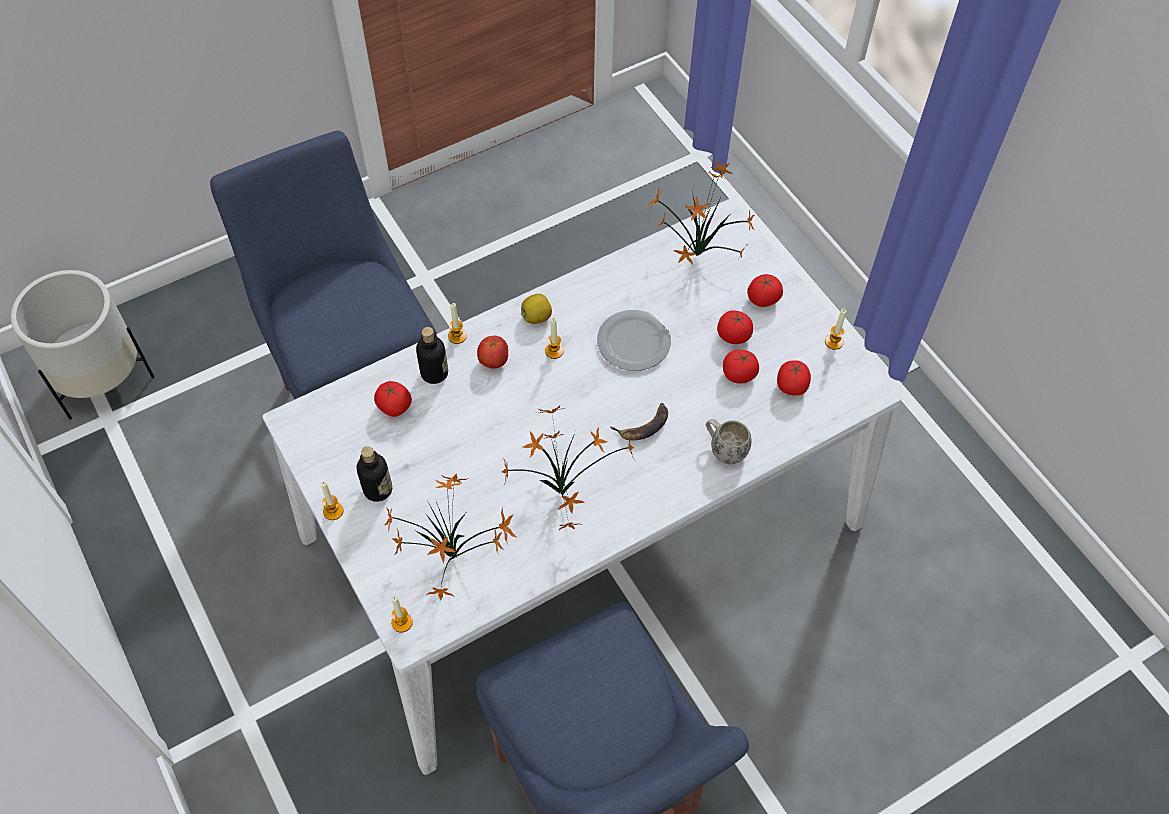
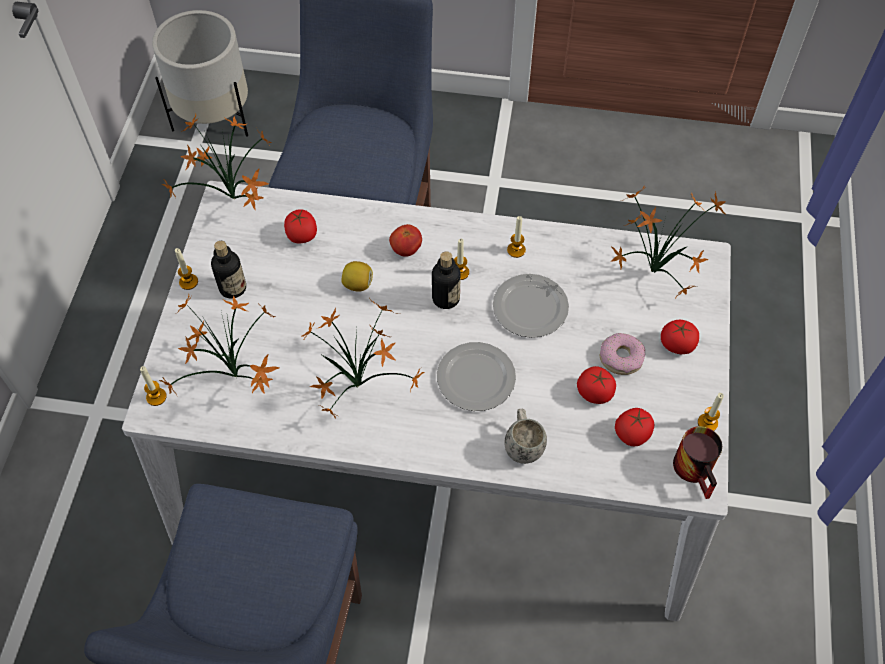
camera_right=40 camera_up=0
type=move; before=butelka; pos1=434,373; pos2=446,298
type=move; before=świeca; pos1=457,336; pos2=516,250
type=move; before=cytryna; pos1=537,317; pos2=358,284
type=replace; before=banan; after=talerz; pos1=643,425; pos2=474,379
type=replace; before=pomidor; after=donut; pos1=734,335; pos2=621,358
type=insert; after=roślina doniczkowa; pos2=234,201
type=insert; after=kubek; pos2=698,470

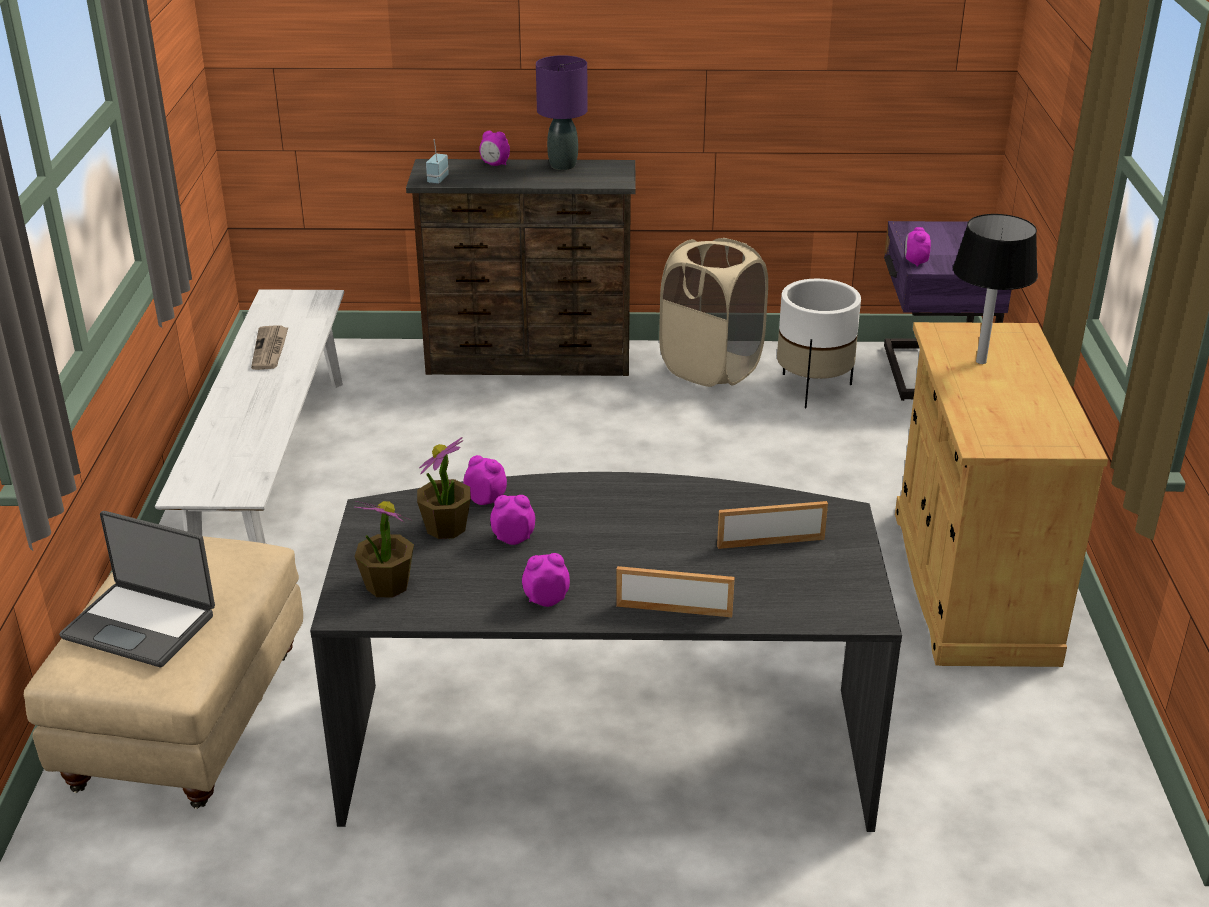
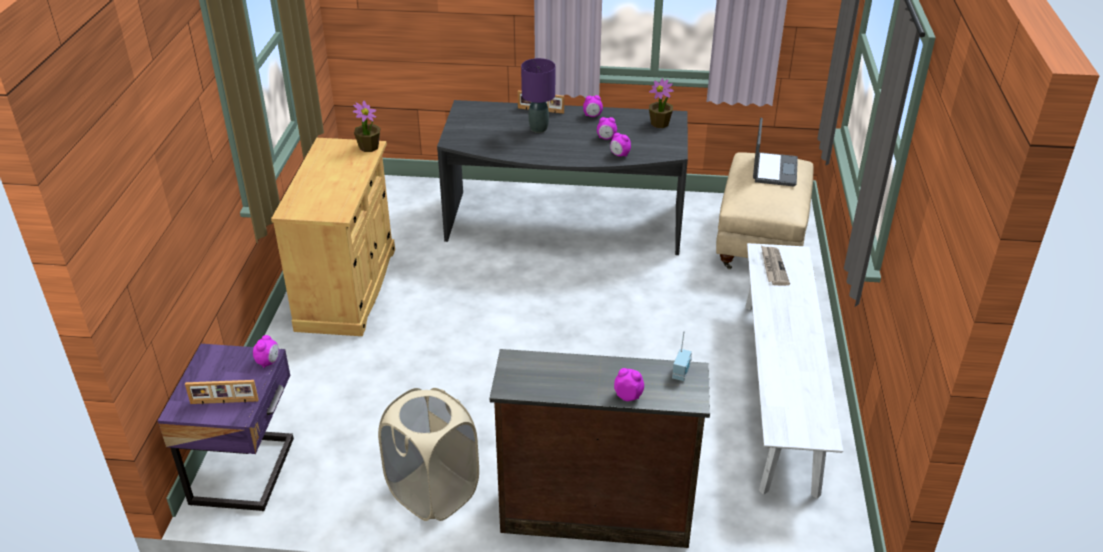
camera_right=-175 camera_up=5
type=rotate; before=laptop; pos1=141,625; pos2=773,170; turn=75
type=move; before=gazeta; pos1=270,350; pos2=773,267
type=move; before=roślina doniczkowa; pos1=446,528; pos2=369,147
type=move; before=lampa stołowa [fioletowy]; pos1=563,166; pos2=538,128
type=move; before=ramka na zdjęcie; pos1=770,541; pos2=224,402
type=delete; before=donica [biały]; pos1=813,389
type=delete; before=lampa stołowa [czarny]; pos1=981,361

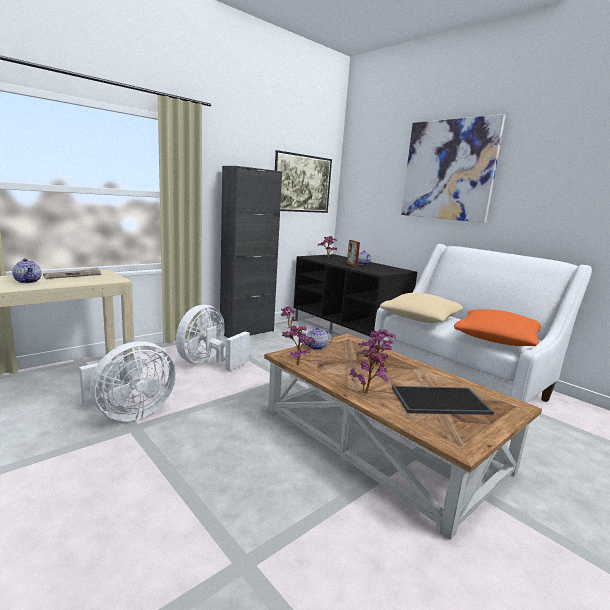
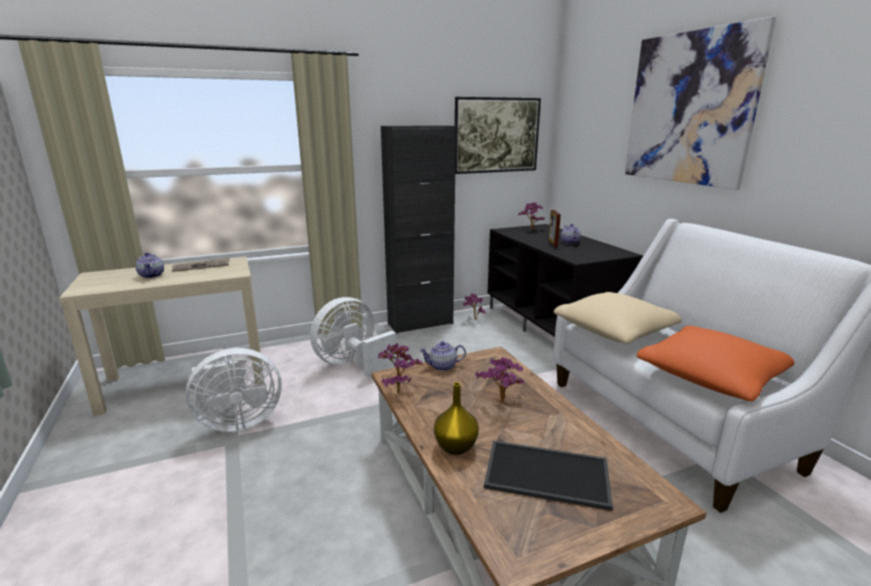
camera_right=20 camera_up=5
type=replace; before=roślina doniczkowa; after=wazon [żółty]; pos1=368,393; pos2=455,447

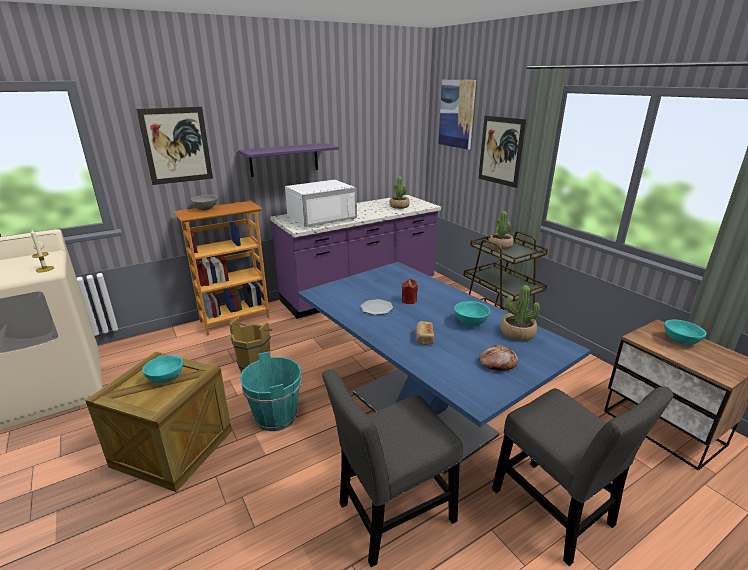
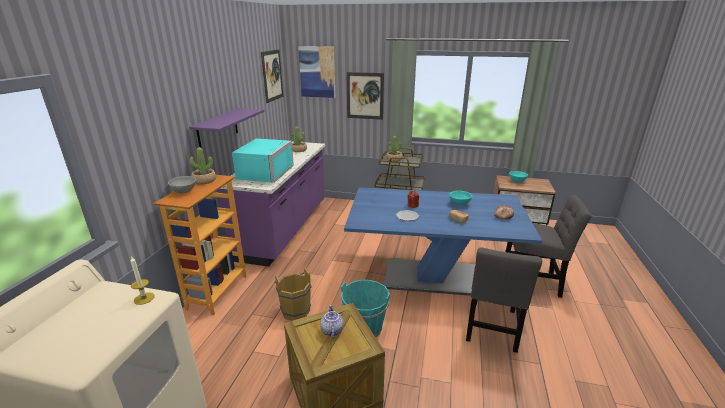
camera_right=-45 camera_up=0
type=move; before=obraz; pos1=176,145; pos2=272,75
type=replace; before=miska [turkusowy]; after=imbryk; pos1=165,378; pos2=331,330
type=recolor; before=mikrofalówka [biały]; after=mikrofalówka [turkusowy]; pos1=320,217; pos2=262,173
type=move; before=roślina doniczkowa; pos1=517,333; pos2=204,181

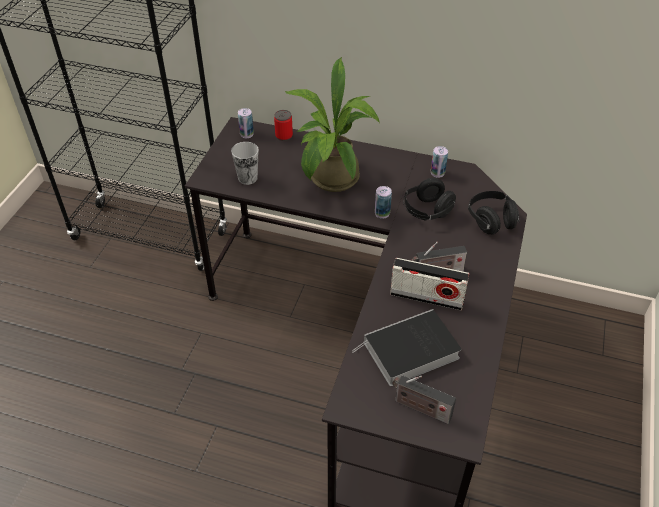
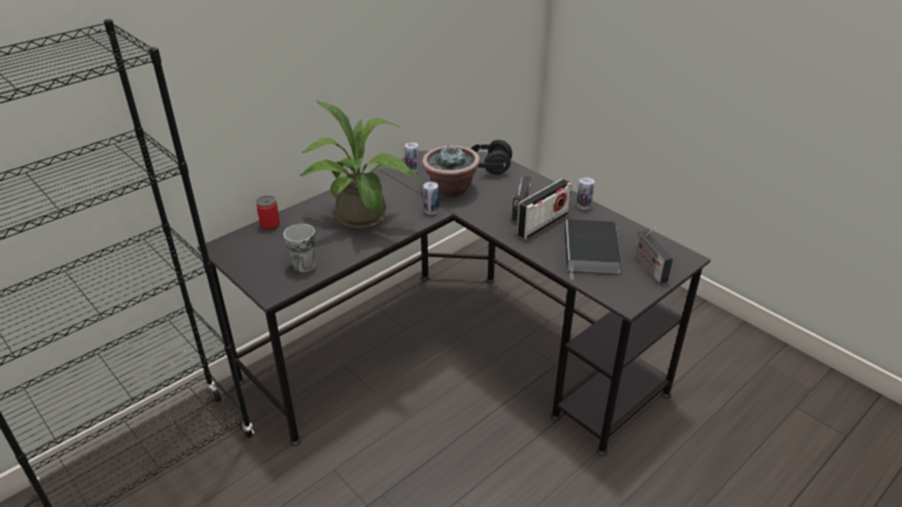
camera_right=-60 camera_up=-10
type=move; before=puszka; pos1=246,134; pos2=583,205
type=rotate; before=radio; pos1=420,408; pos2=648,267; turn=105
type=replace; before=słuchawki [czarny]; after=roślina doniczkowa; pos1=427,211; pos2=450,189

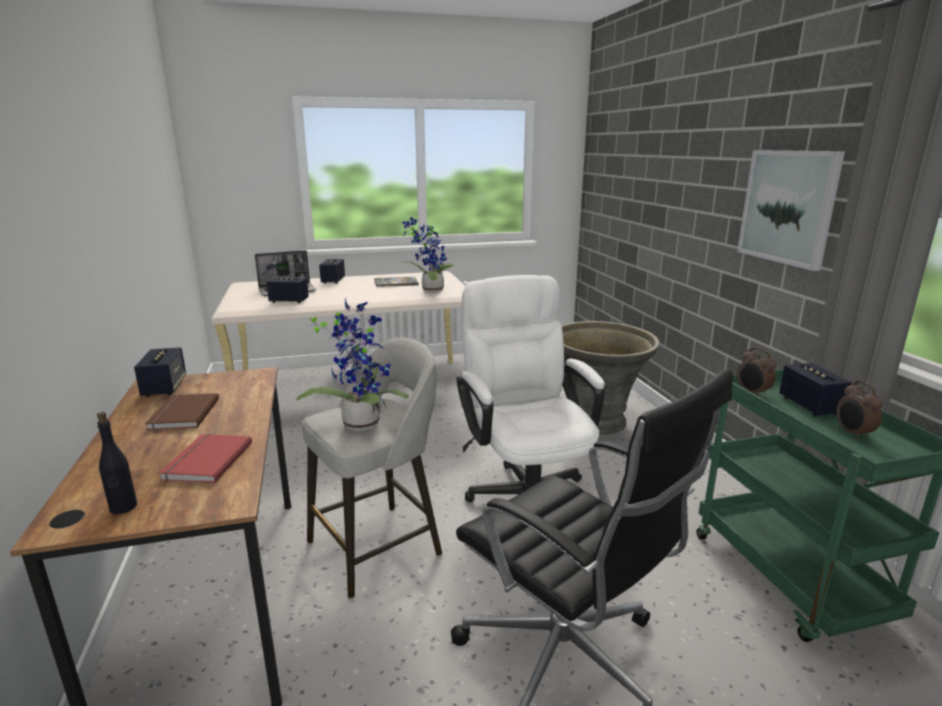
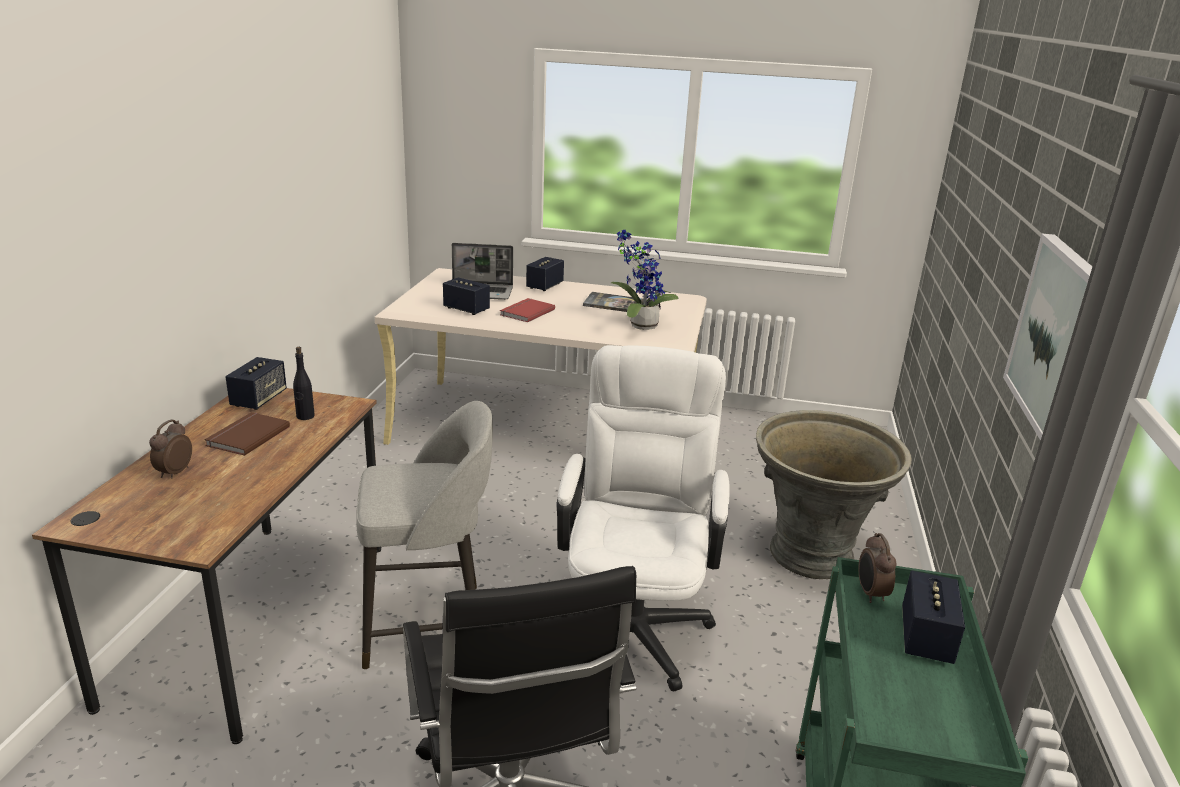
camera_right=25 camera_up=5
type=move; before=butelka [czarny]; pos1=123,507; pos2=305,416
type=move; before=książka [czerwony]; pos1=205,461; pos2=526,312
type=delete; before=roślina doniczkowa; pos1=361,422
type=move; before=budzik; pos1=852,434; pos2=174,473

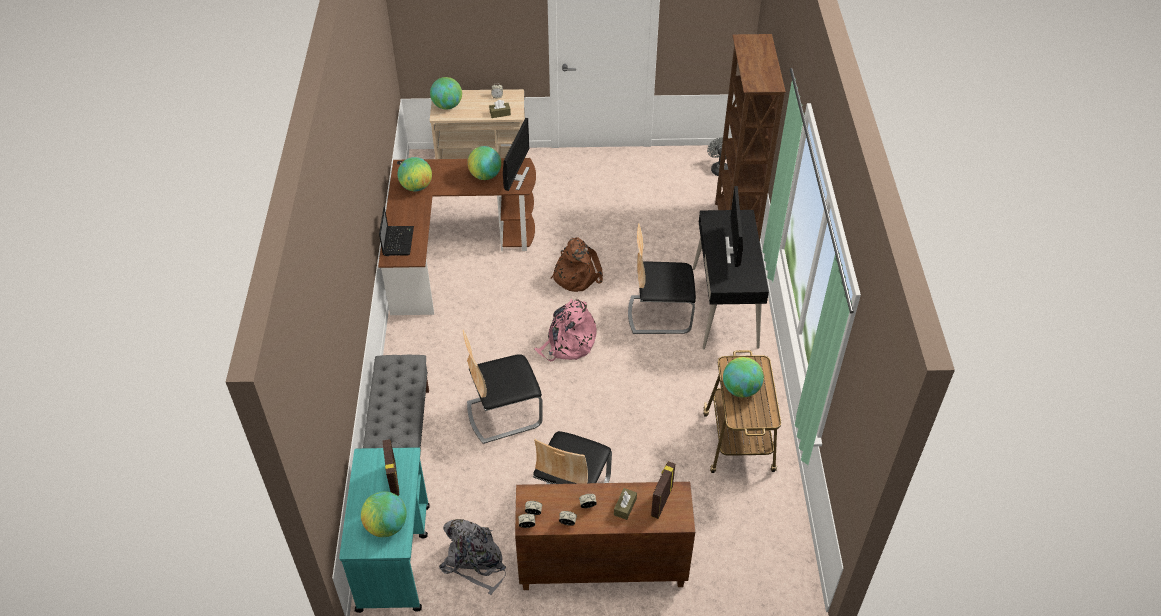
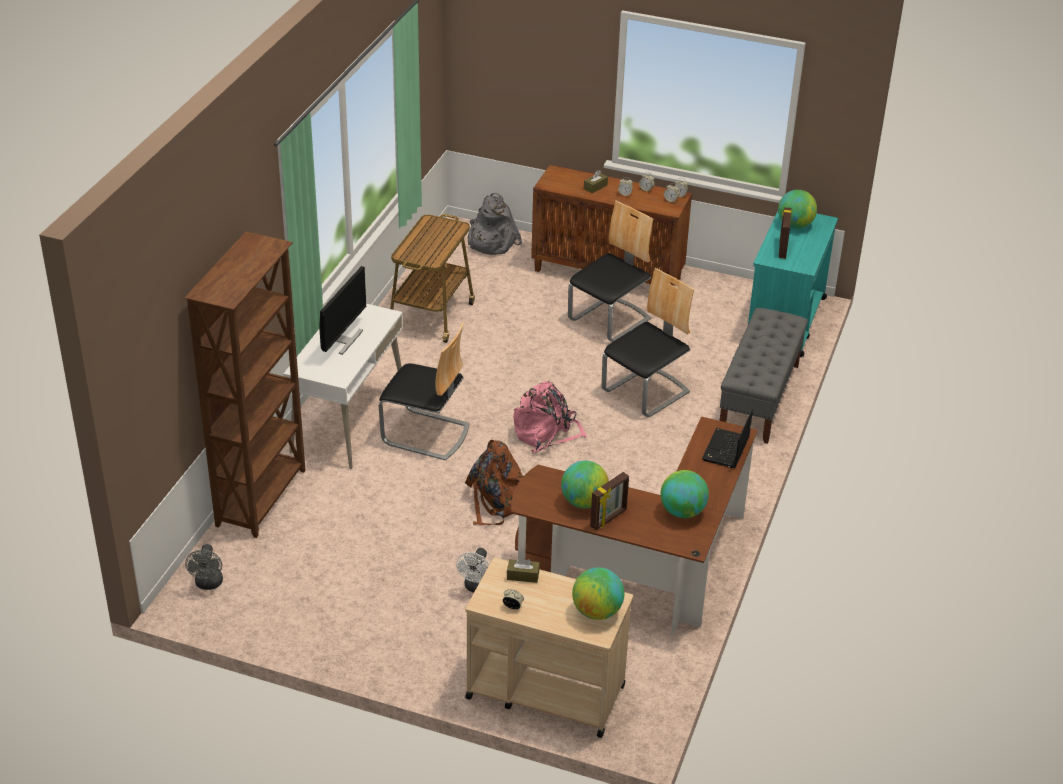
camera_right=-160 camera_up=-10
type=move; before=plecak [szary]; pos1=475,562; pos2=491,242
type=rotate; before=krzesło; pos1=503,413; pos2=646,392; turn=-45
type=delete; before=monitor; pos1=517,178
type=move; before=ramka na zdjęcie; pos1=661,501; pos2=609,519
type=recolor; before=biurko [czarny]; after=biurko [biały]; pos1=725,307; pos2=348,421
type=delete; before=globus; pos1=740,389
type=insert; after=wentylator [biały]; pos2=476,587

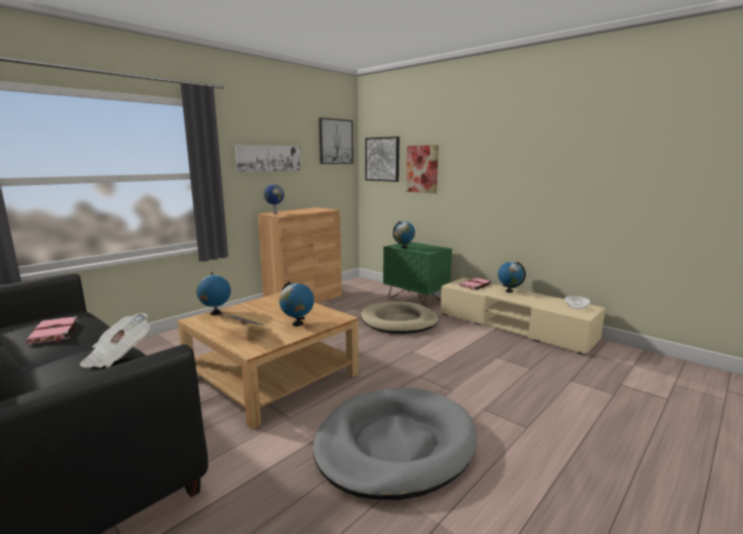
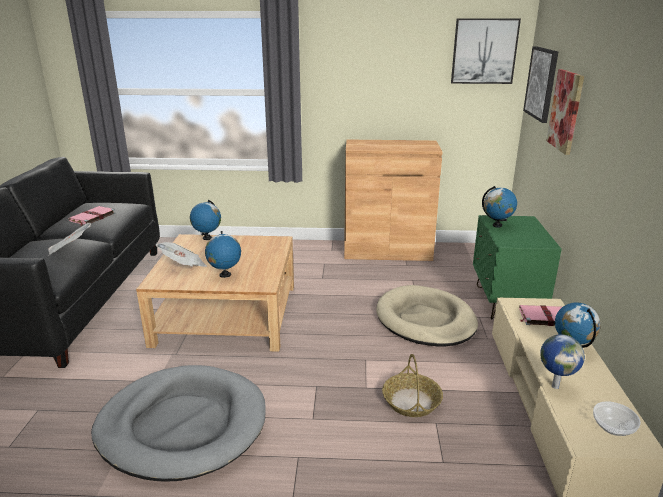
camera_right=50 camera_up=10
type=delete; before=obraz; pos1=269,158
type=move; before=globus; pos1=274,213; pos2=555,386
type=insert; after=koszyk; pos2=411,402

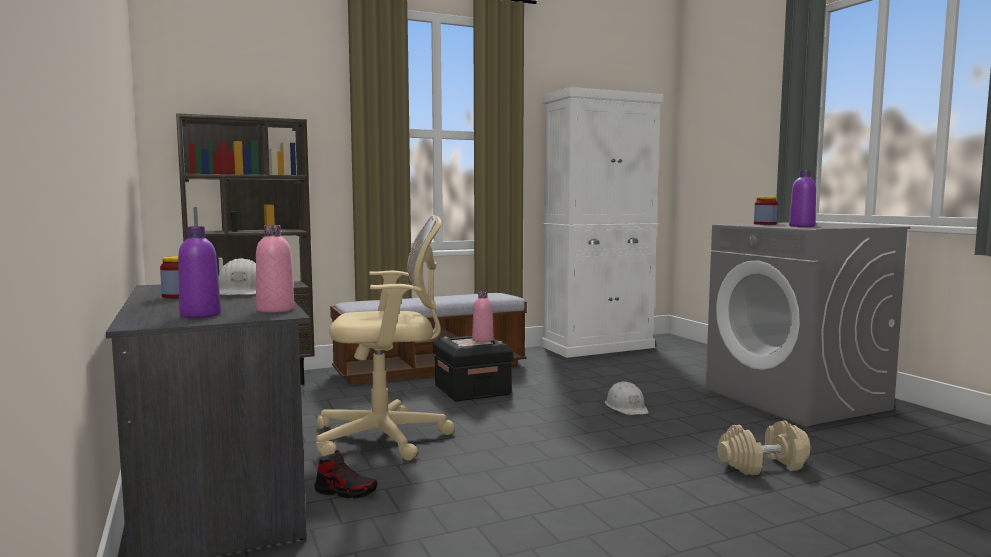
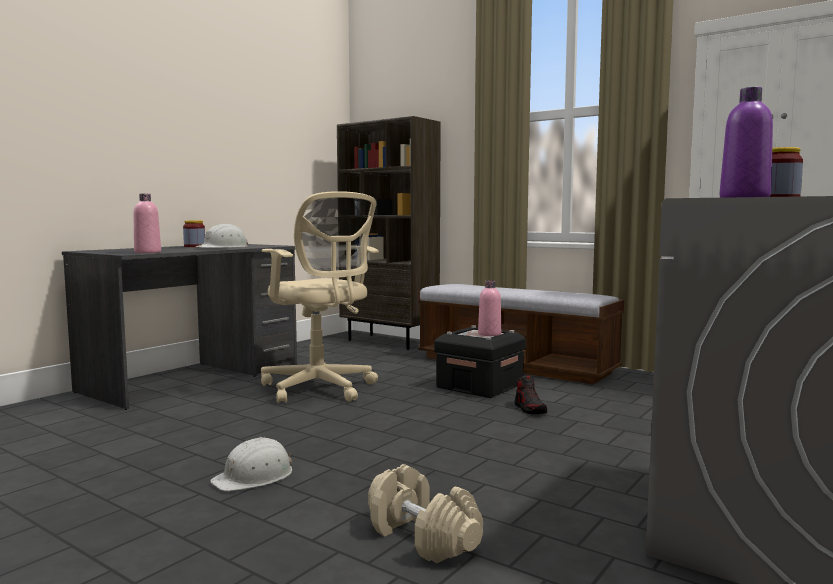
camera_right=60 camera_up=0
type=delete; before=butelka [fioletowy]; pos1=200,315
type=move; before=but; pos1=345,492; pos2=530,409
type=move; before=kask [biały]; pos1=626,407; pos2=255,477

